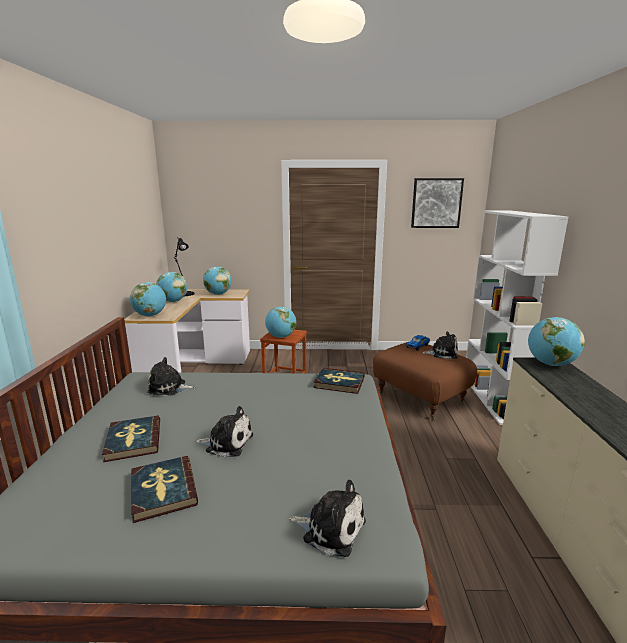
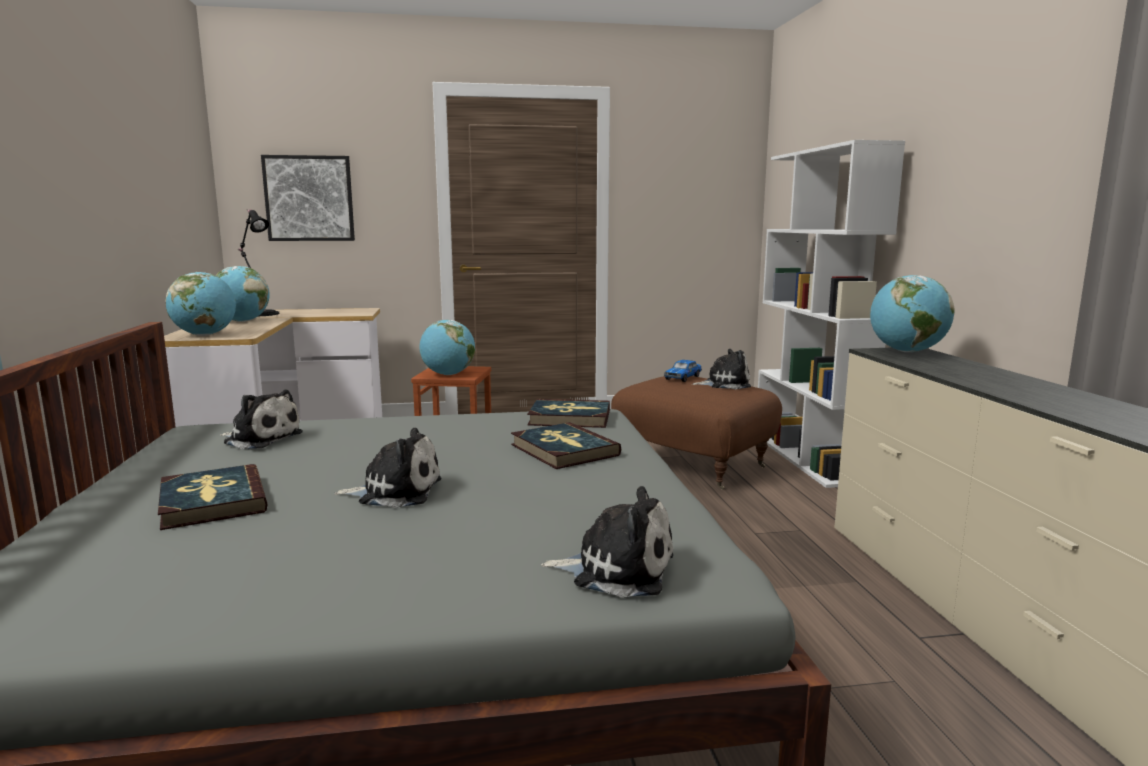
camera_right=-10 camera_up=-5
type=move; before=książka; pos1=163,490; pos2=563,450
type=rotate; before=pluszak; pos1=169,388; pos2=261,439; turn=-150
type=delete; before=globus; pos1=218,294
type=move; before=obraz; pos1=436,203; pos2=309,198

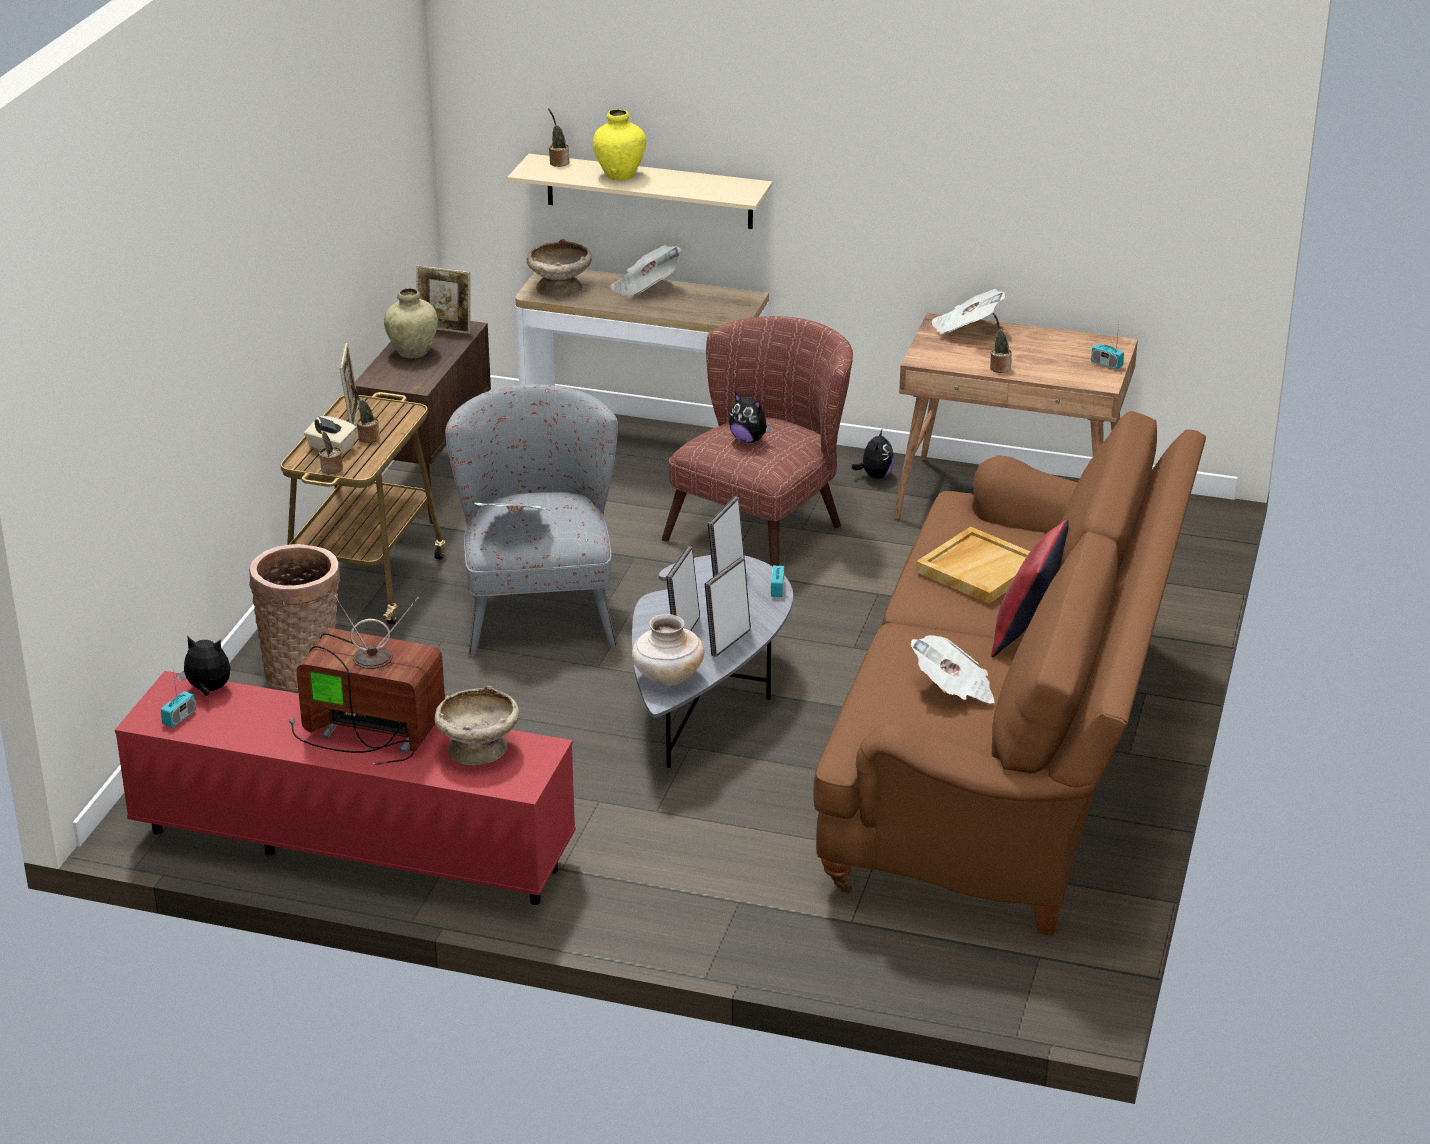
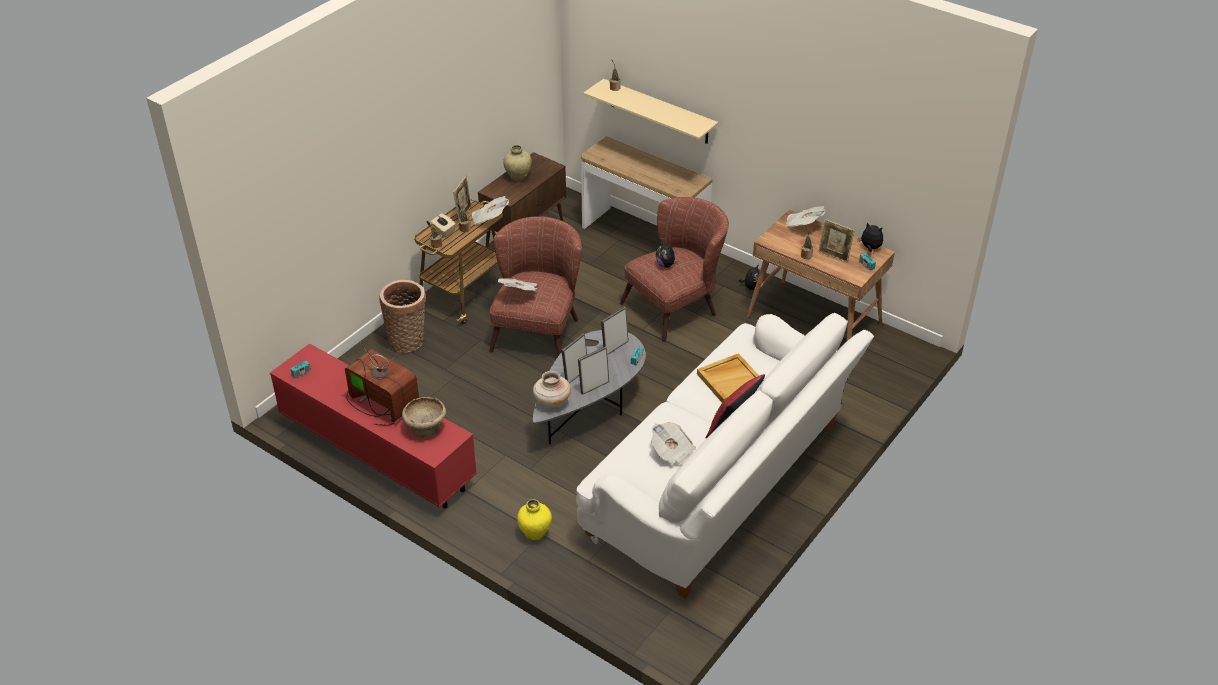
camera_right=20 camera_up=10
type=move; before=pluszak; pos1=208,690; pos2=870,248
type=move; before=ramka na zdjęcie; pos1=445,329; pos2=834,256
type=recolor; before=fotel [szary]; after=fotel [brązowy]; pos1=539,605; pos2=538,329
type=delete; before=miska [beżowy]; pos1=560,289
type=move; before=wazon [żółty]; pos1=620,175; pos2=535,533
type=move; before=gazeta; pos1=645,289; pos2=489,218
type=recolor; before=kanapa [brązowy]; after=kanapa [biały]; pos1=1008,761; pos2=721,485

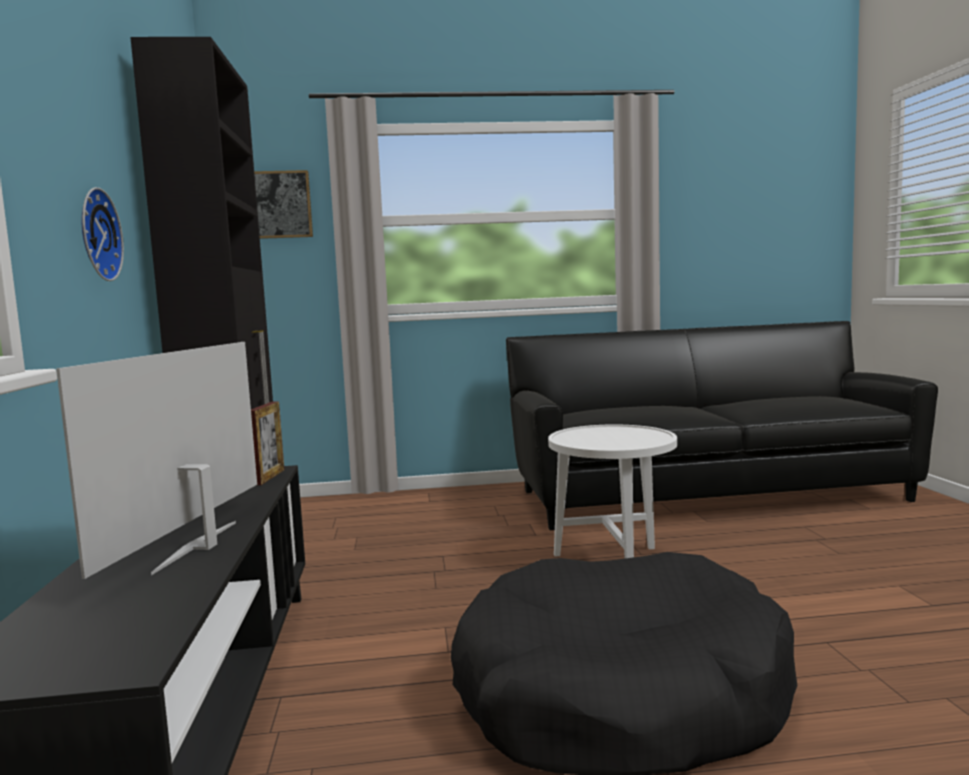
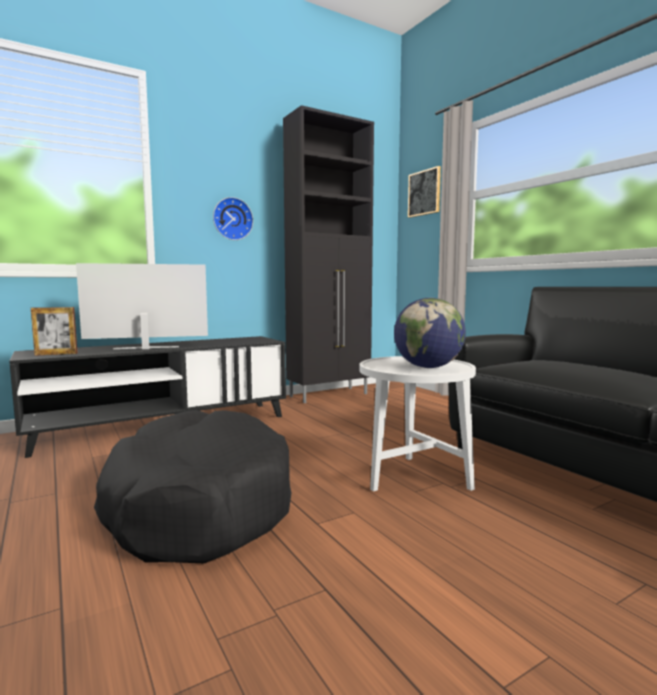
camera_right=65 camera_up=0
type=move; before=ramka na zdjęcie; pos1=269,477; pos2=56,354
type=insert; after=globus; pos2=428,367

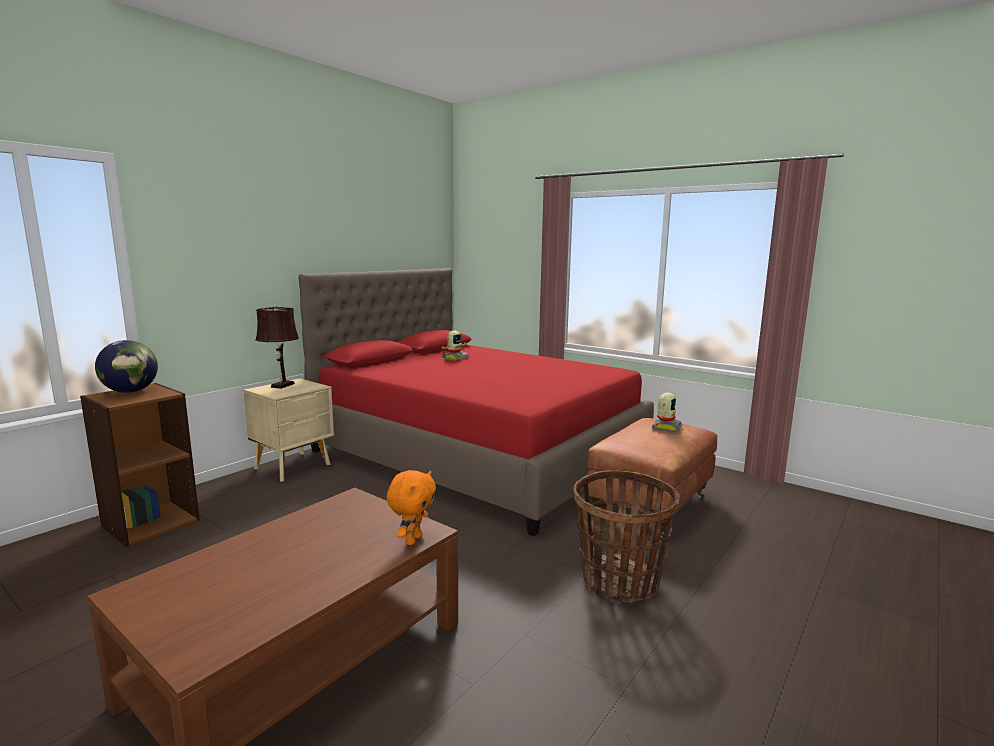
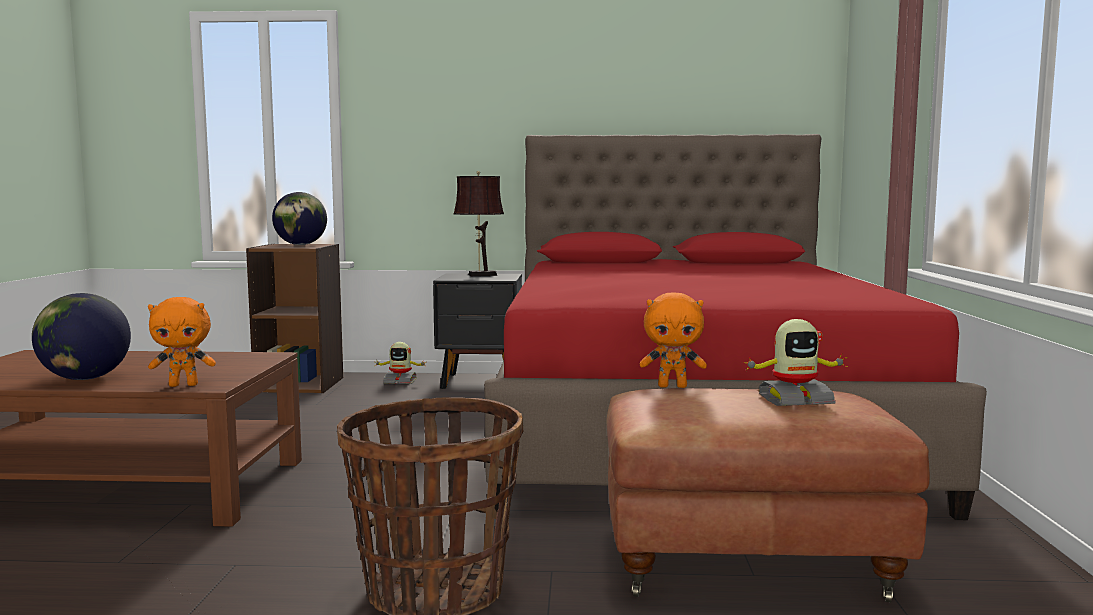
camera_right=55 camera_up=-5
type=recolor; before=szafka nocna [beżowy]; after=szafka nocna [czarny]; pos1=294,466; pos2=482,382
type=move; before=robot zabawkowy; pos1=454,358; pos2=400,381
type=insert; after=globus; pos2=85,378
type=insert; after=pluszak [pomarańczowy]; pos2=673,386

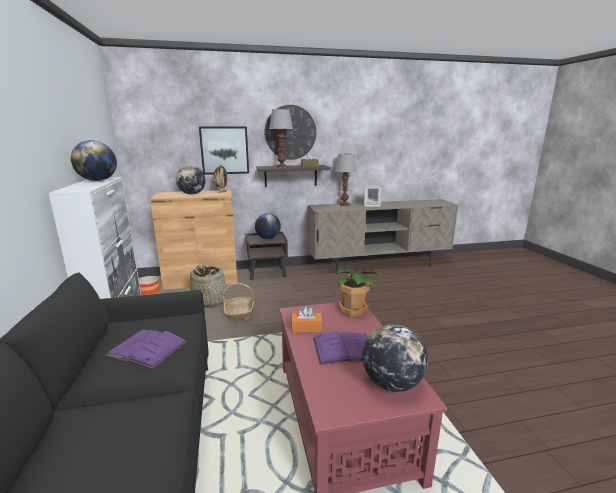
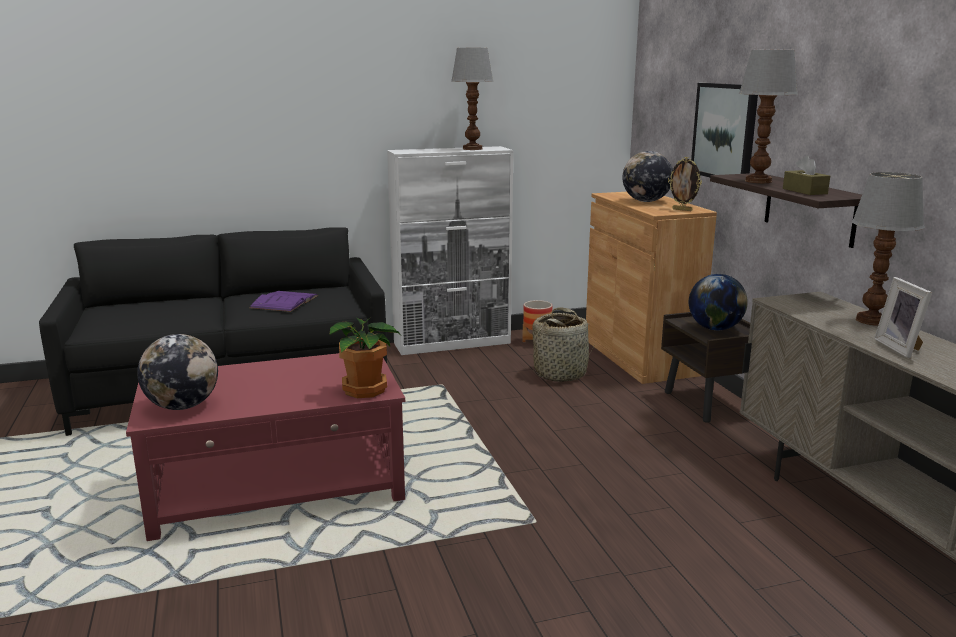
camera_right=85 camera_up=0
type=replace; before=globus; after=lampa stołowa; pos1=98,180; pos2=472,149
type=delete; before=koszyk; pos1=240,312
type=delete; before=zegar ścienny; pos1=290,132
type=delete; before=pudełko chusteczek [pomarańczowy]; pos1=306,328
type=delete; before=książka [fioletowy]; pos1=344,349

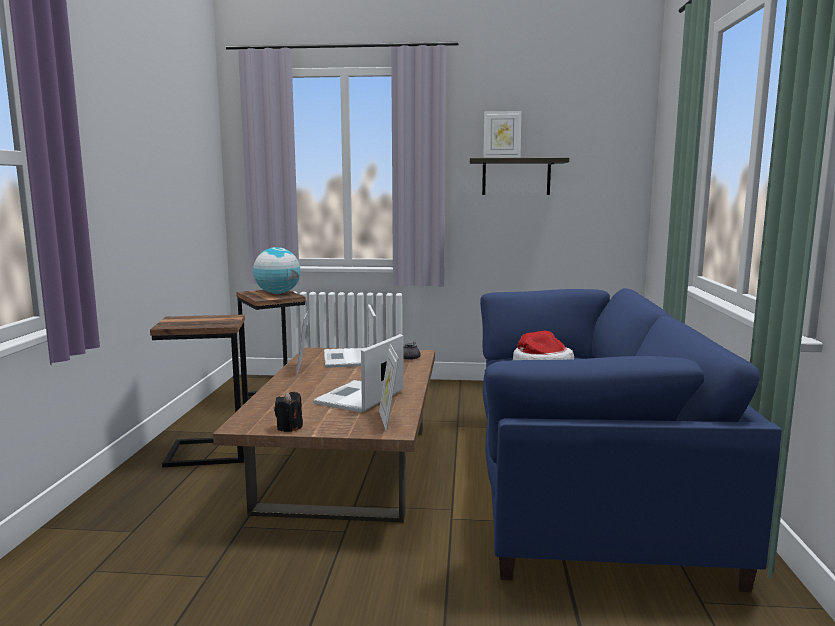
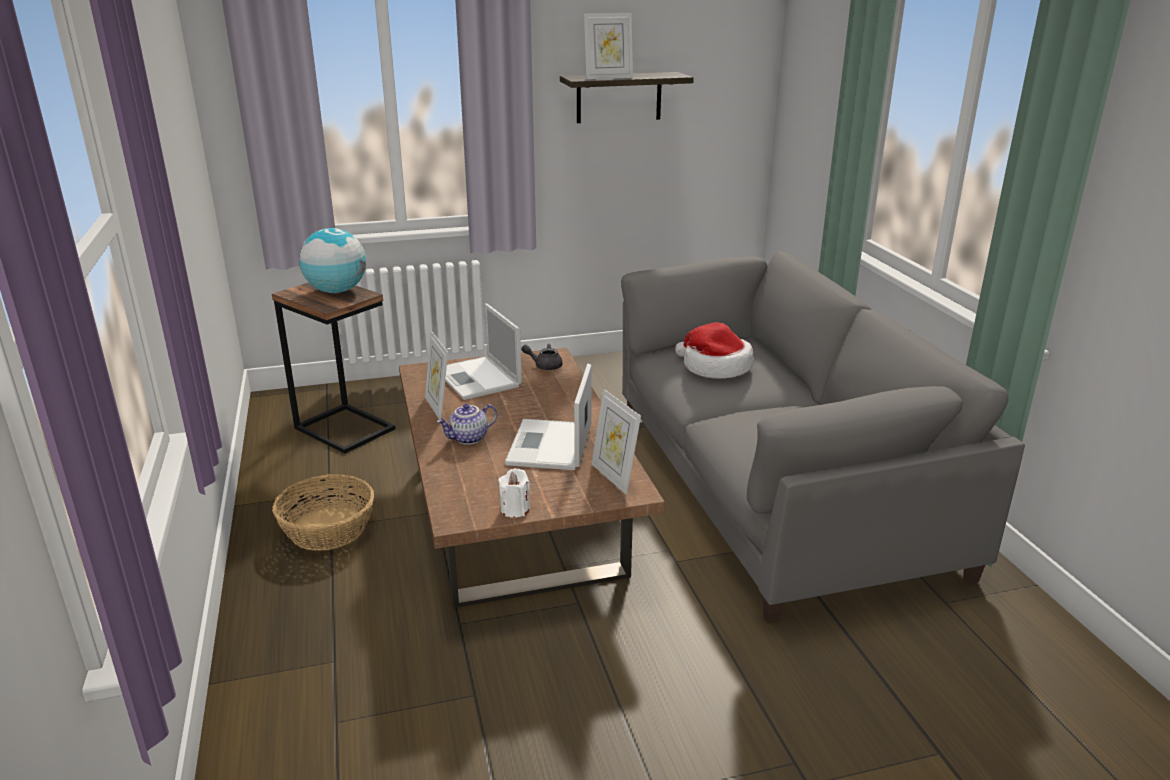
camera_right=-20 camera_up=15
type=replace; before=stolik; after=koszyk; pos1=208,453; pos2=329,529
type=recolor; before=świeca [czarny]; after=świeca [biały]; pos1=289,427; pos2=515,509
type=recolor; before=kanapa [niebieski]; after=kanapa [szary]; pos1=582,482; pos2=774,487
type=insert; after=imbryk; pos2=469,439

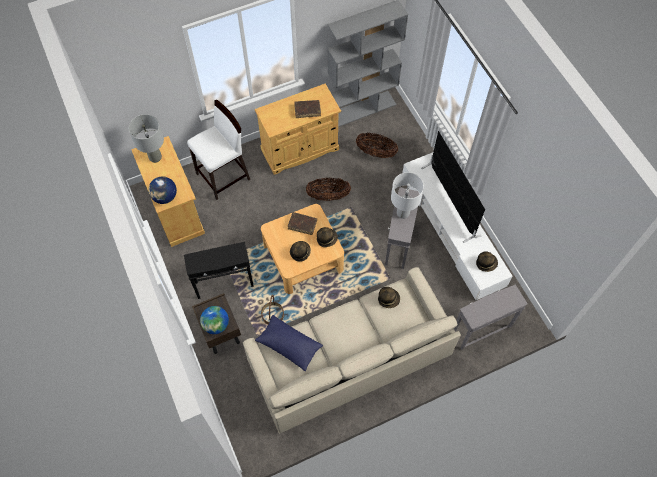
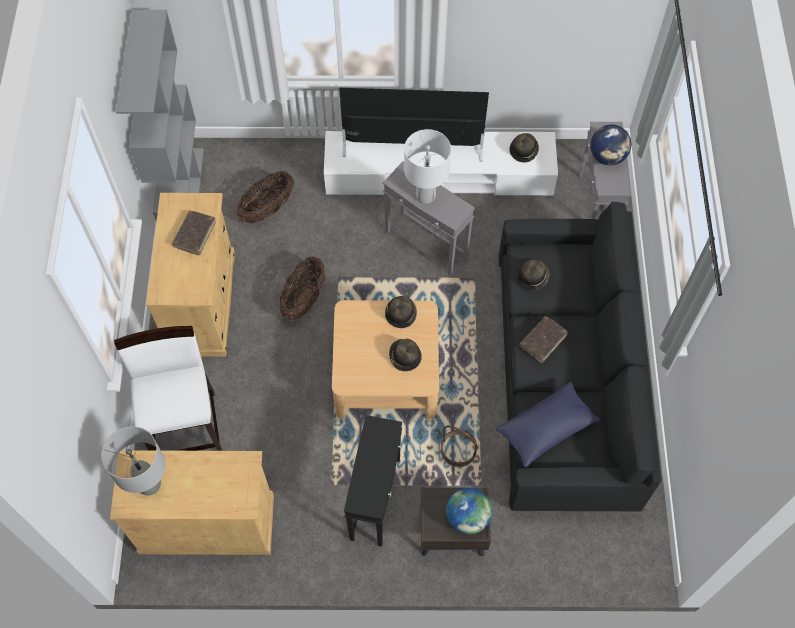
camera_right=-65 camera_up=0
type=move; before=globus; pos1=165,197; pos2=607,157
type=recolor; before=kanapa [beżowy]; after=kanapa [czarny]; pos1=349,357; pos2=565,378
type=move; before=książka [brązowy]; pos1=302,225; pos2=542,341

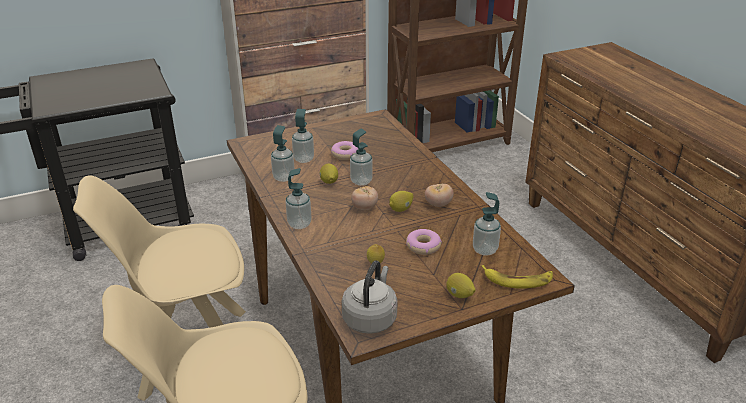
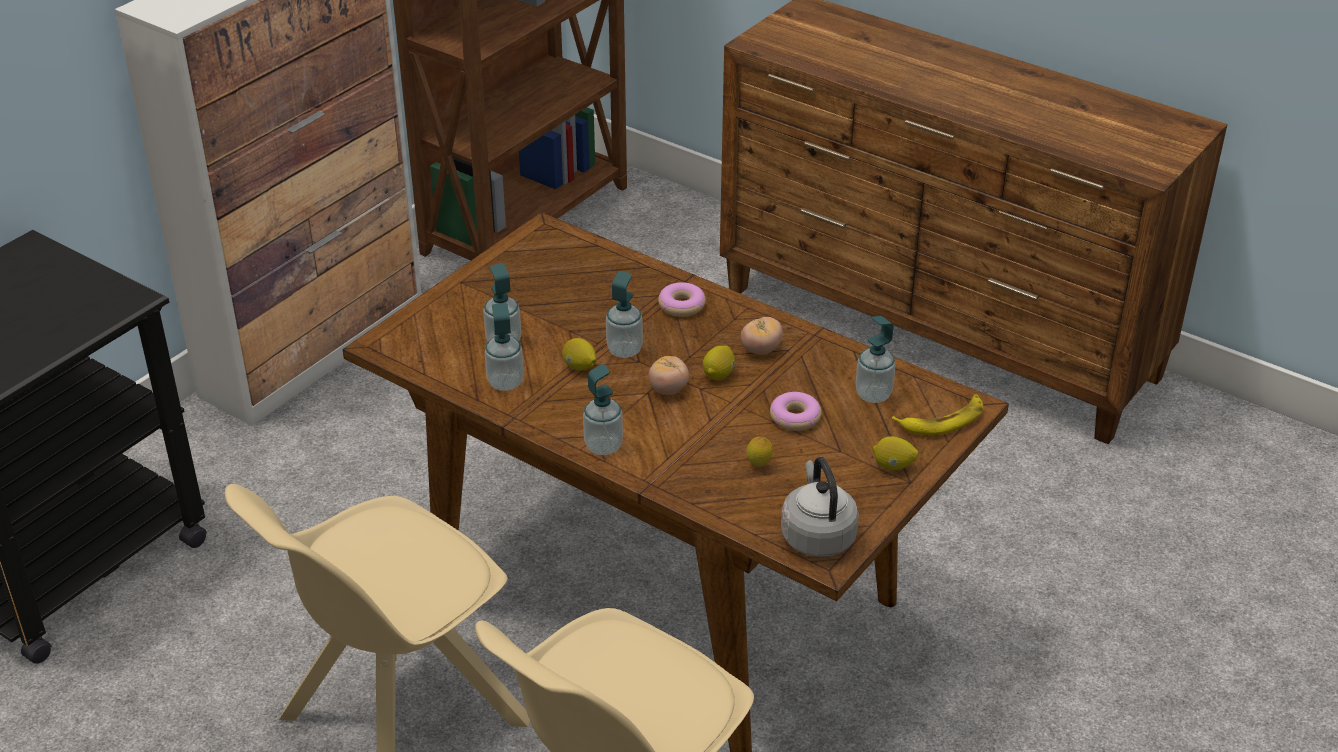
camera_right=-30 camera_up=5
type=move; before=donut; pos1=345,154; pos2=682,306

